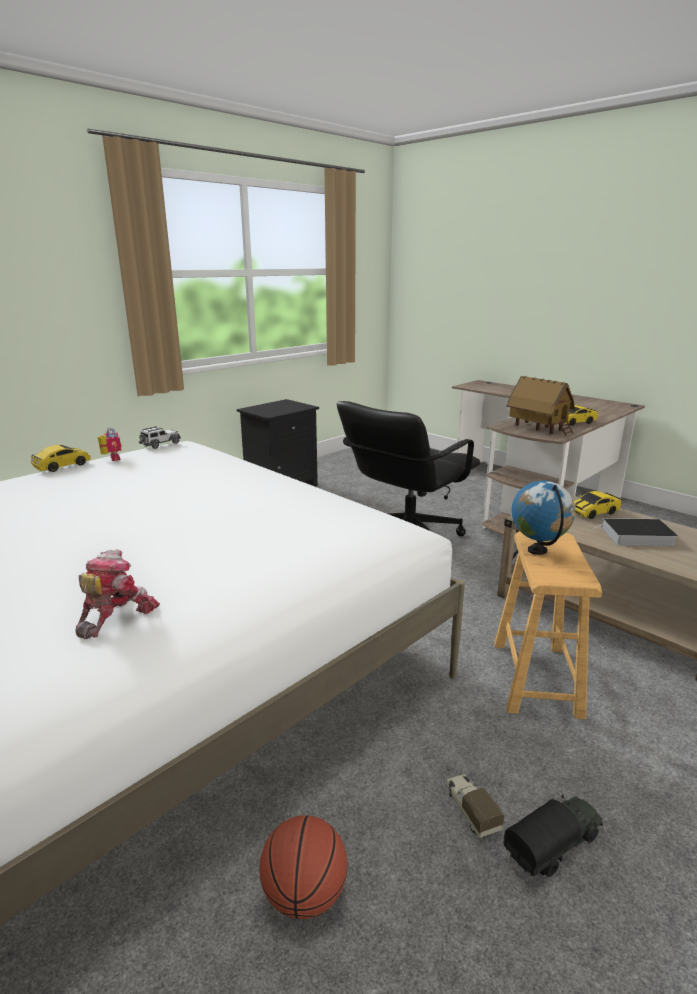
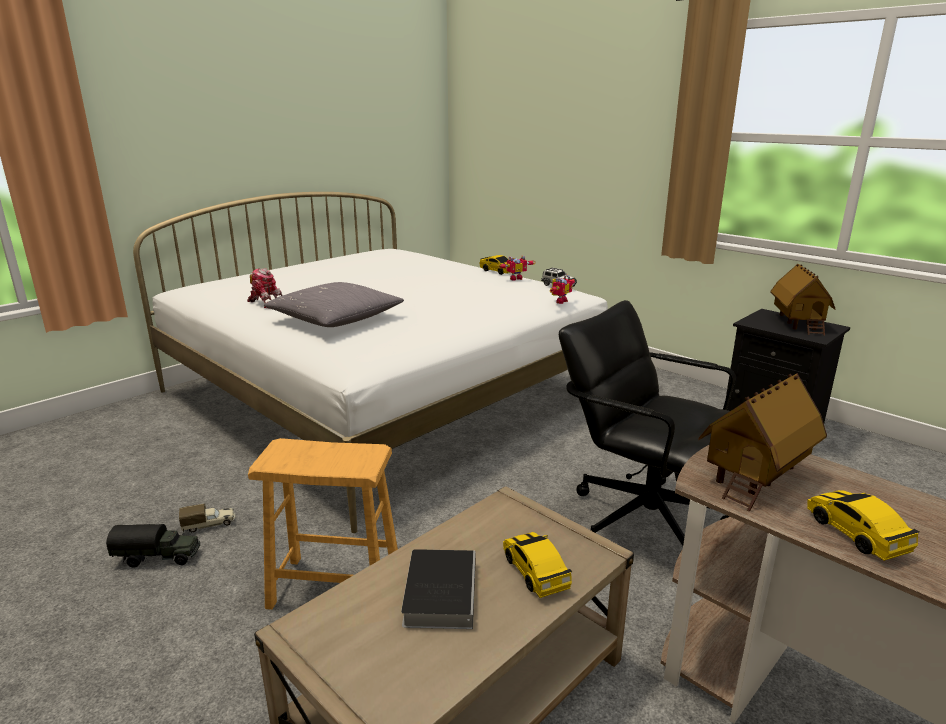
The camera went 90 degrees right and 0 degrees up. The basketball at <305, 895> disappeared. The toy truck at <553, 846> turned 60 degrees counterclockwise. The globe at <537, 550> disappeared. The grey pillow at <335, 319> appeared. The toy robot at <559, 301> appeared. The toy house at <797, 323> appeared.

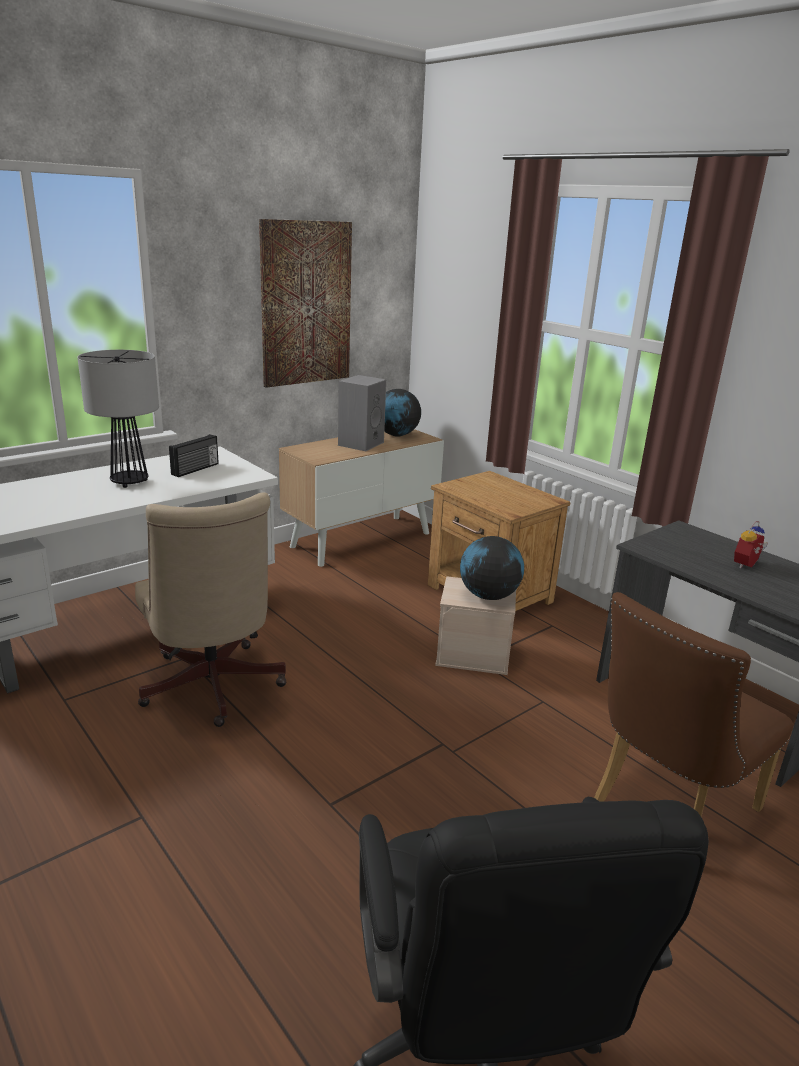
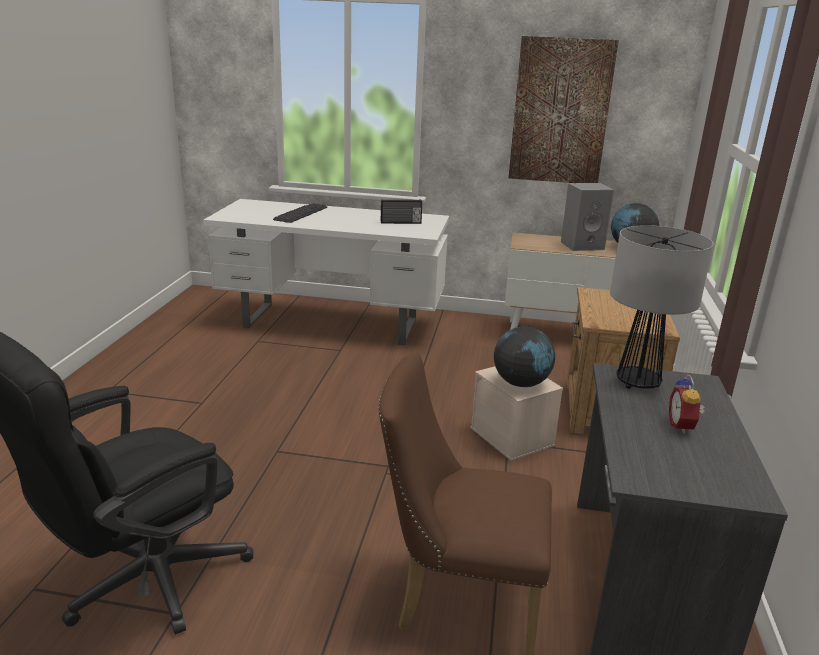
The camera went 50 degrees right and 0 degrees up. The table lamp moved from <130, 482> to <638, 383>. The beige office chair at <212, 689> disappeared. The alarm clock at <747, 566> turned 90 degrees counterclockwise. The keyboard at <301, 214> appeared.

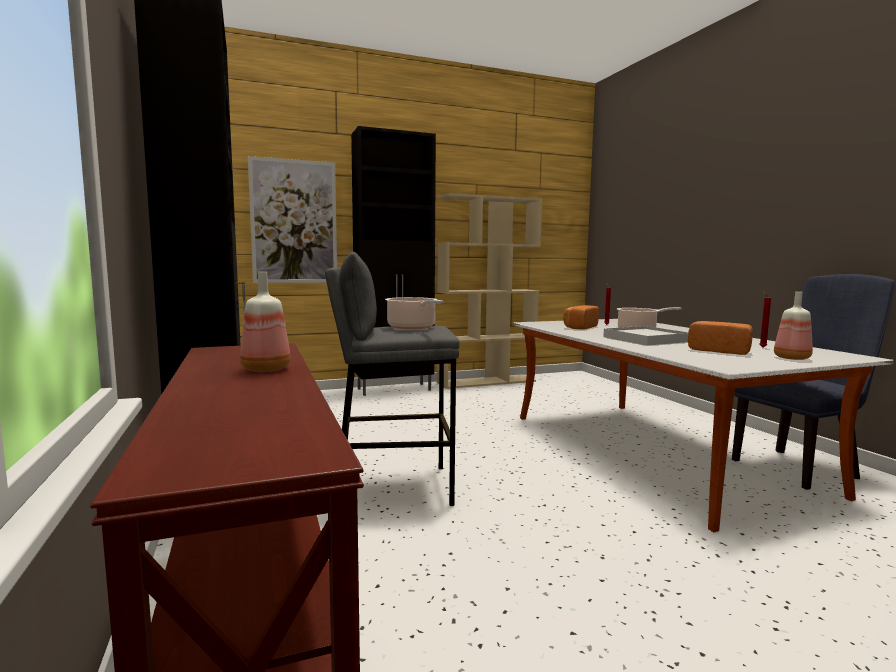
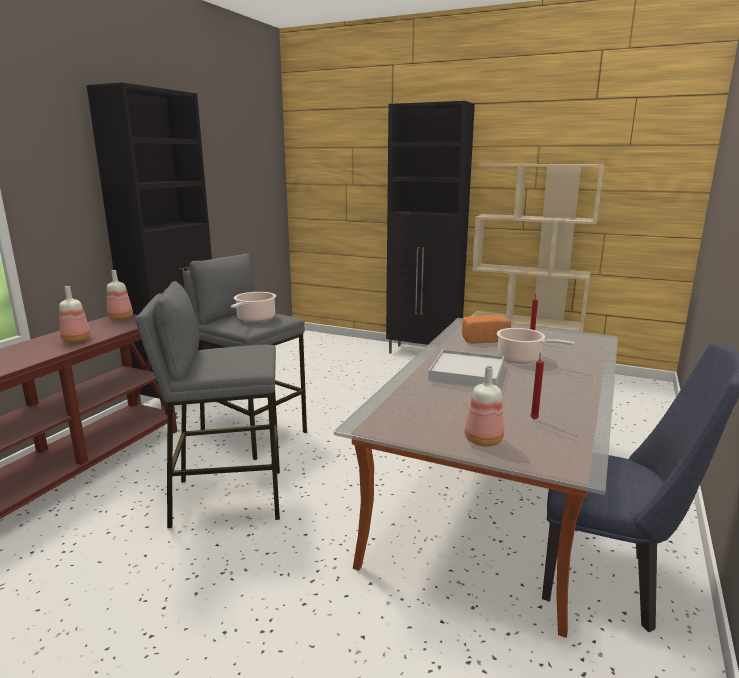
The camera went 45 degrees right and 10 degrees up. The picture at <294, 222> disappeared. The bread at <720, 351> disappeared. The bottle at <120, 317> appeared. The grey stool at <227, 497> appeared.

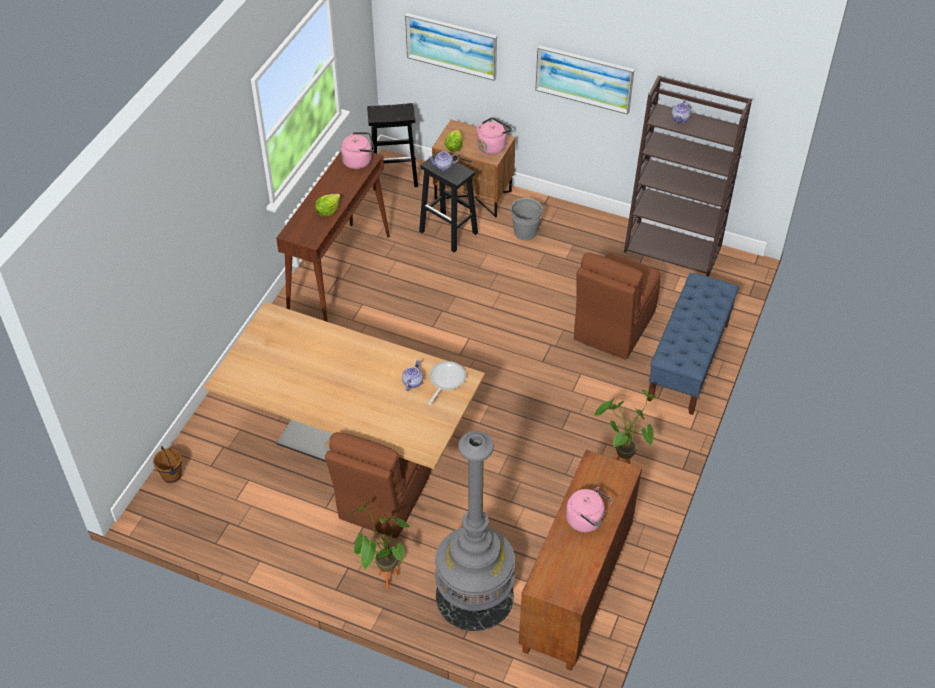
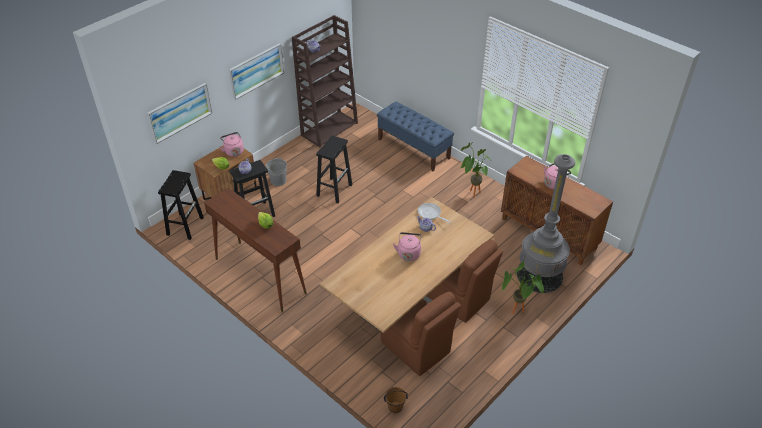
The camera went 70 degrees left and 5 degrees down. The pink kettle moved from <359, 161> to <408, 253>. The brown chair moved from <613, 327> to <416, 348>. The black stool at <334, 190> appeared.

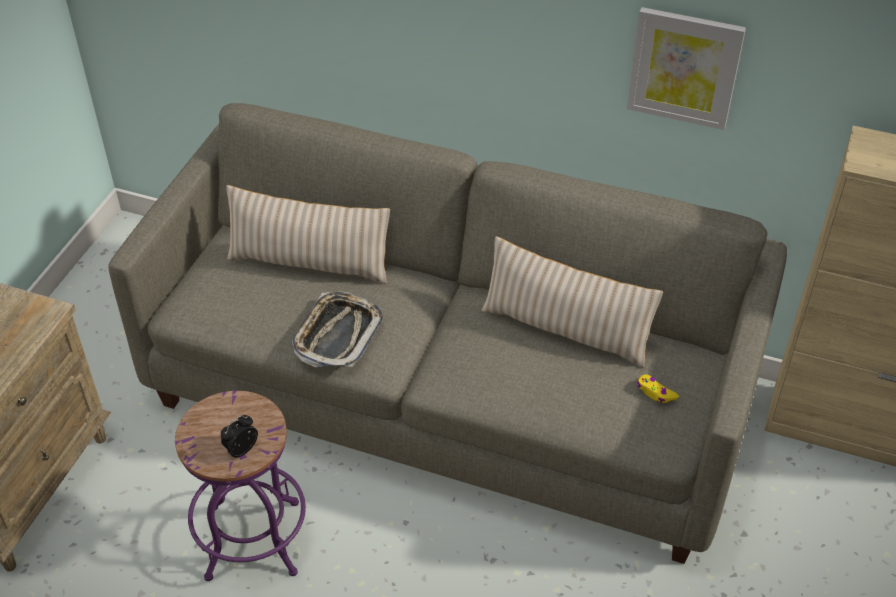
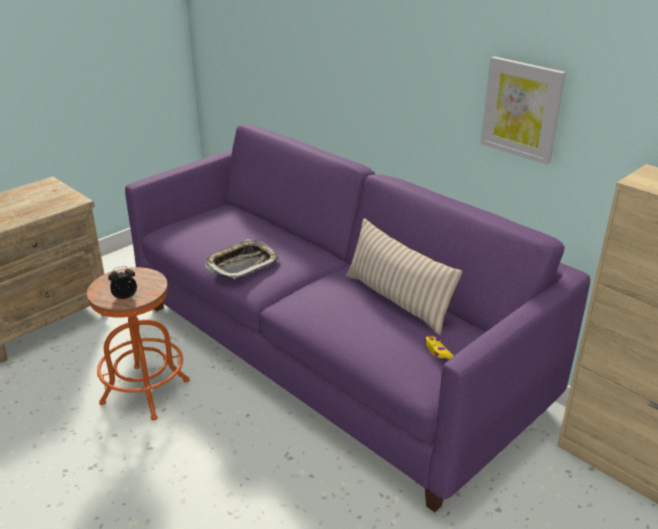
The camera went 25 degrees right and 15 degrees down. The grey sofa at <449, 396> became the purple sofa at <330, 354>. The purple stool at <253, 539> became the orange stool at <145, 392>. The beige pillow at <309, 262> disappeared.

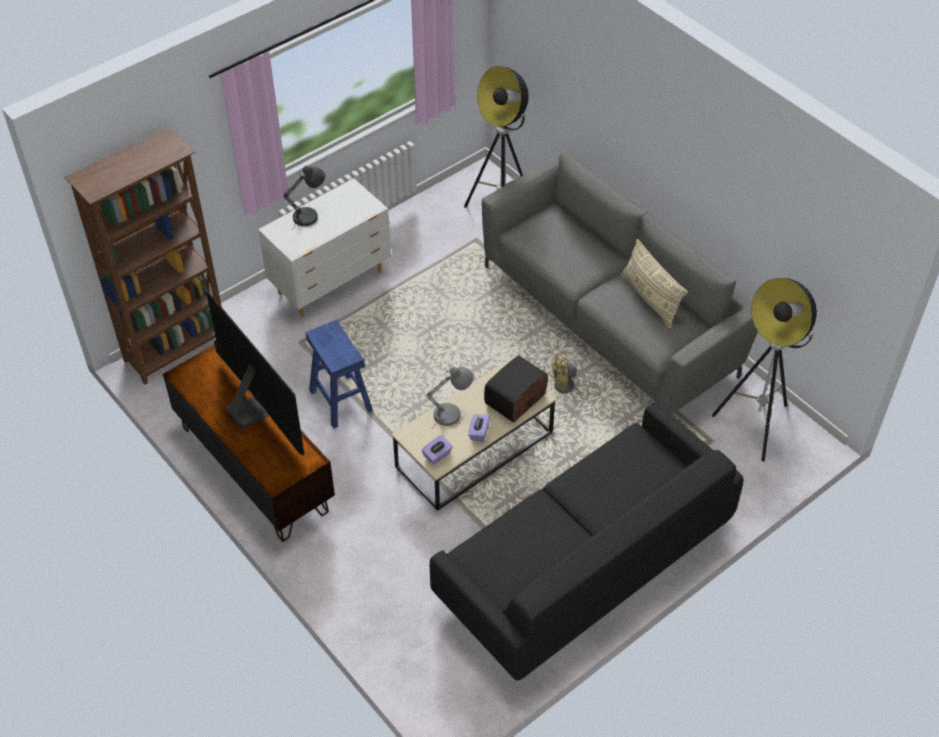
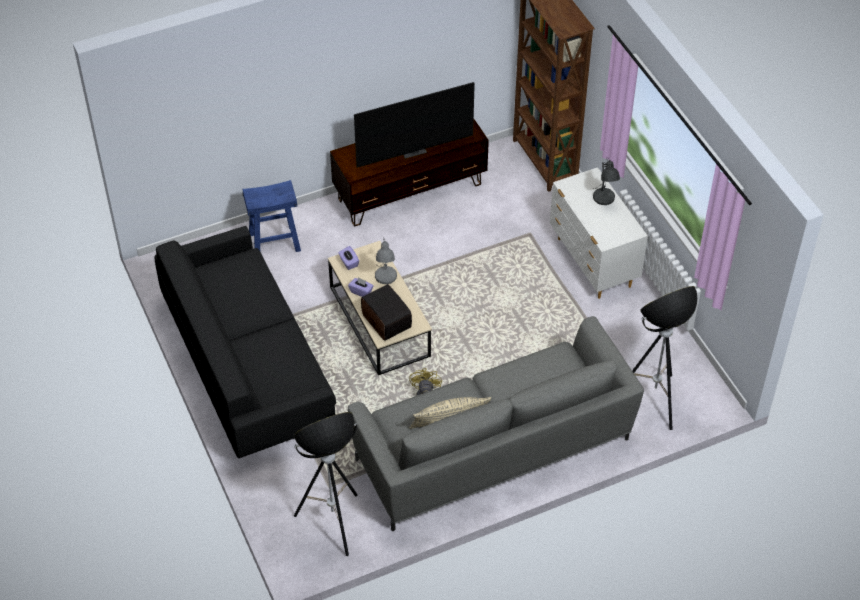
The camera went 105 degrees right and 0 degrees up. The blue stool moved from <340, 400> to <274, 242>.

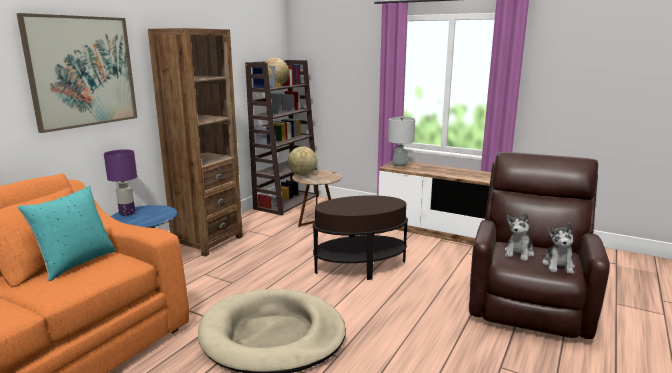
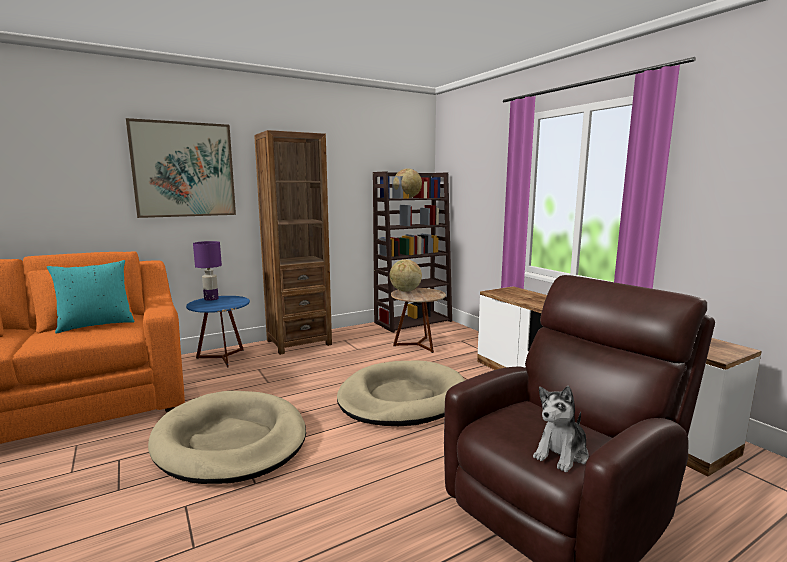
The camera went 30 degrees right and 5 degrees down. The brown side table at <360, 266> was replaced by the beige dog bed at <402, 398>. The grey table lamp at <399, 167> disappeared. The plush toy at <519, 253> disappeared.

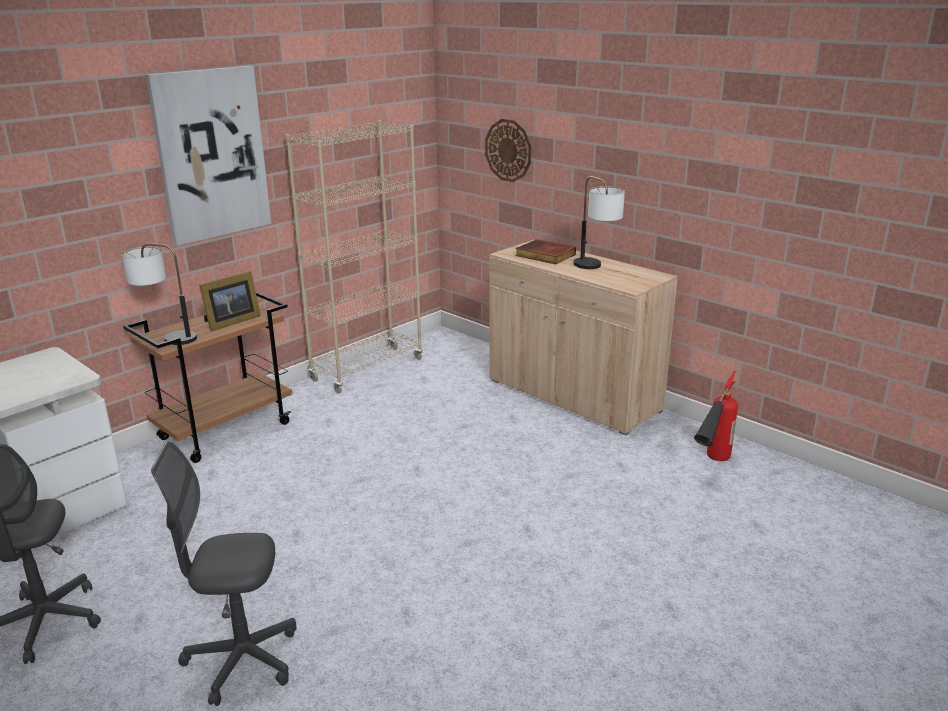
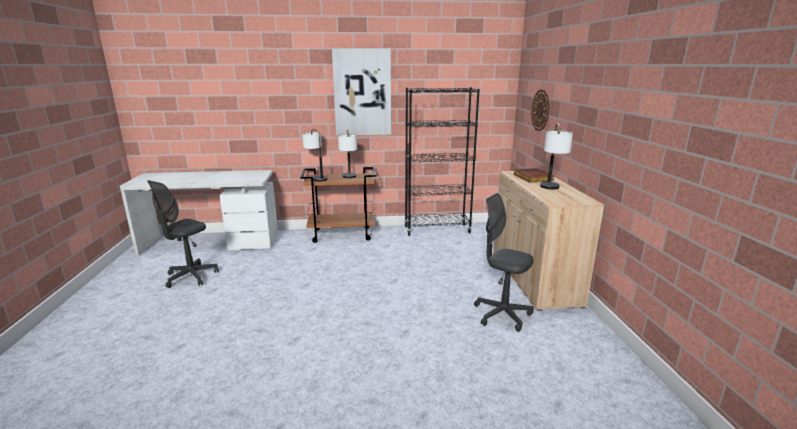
The camera went 40 degrees right and 5 degrees down. The grey office chair moved from <242, 660> to <502, 314>. The picture frame at <230, 322> was replaced by the table lamp at <349, 178>. The beige bookcase at <367, 369> became the black bookcase at <437, 230>. The fire extinguisher at <711, 465> disappeared.

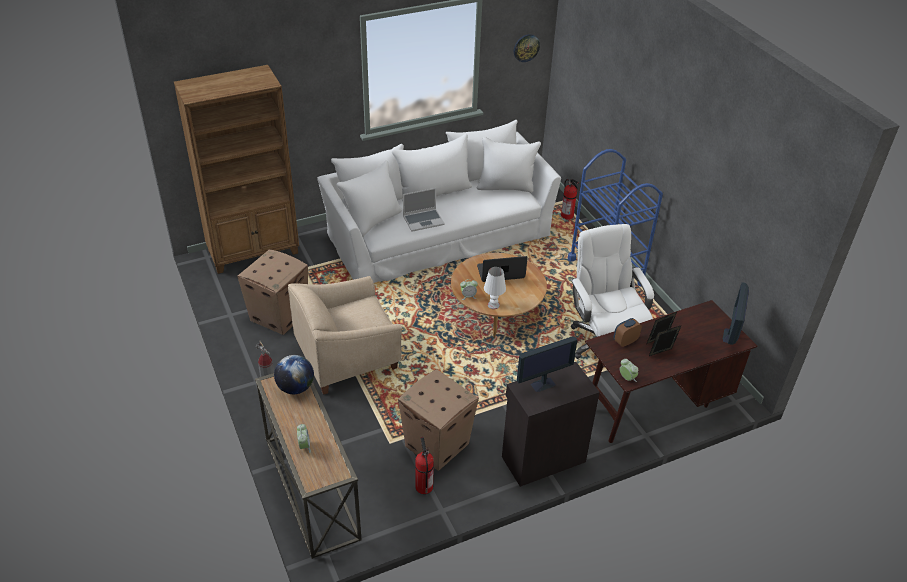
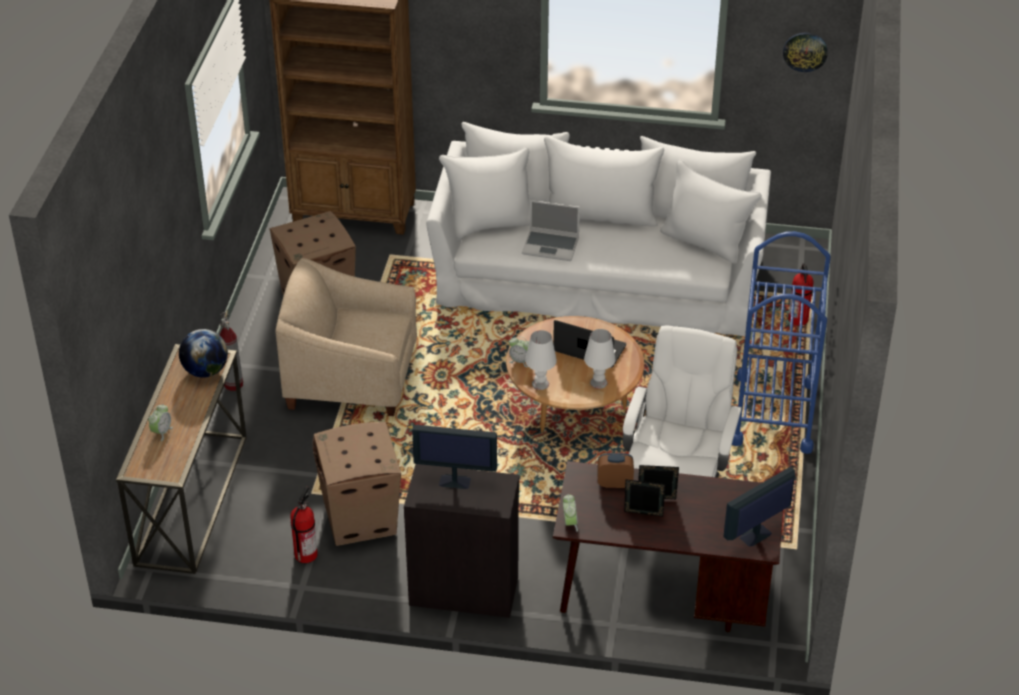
The camera went 35 degrees right and 0 degrees up. The white table lamp at <598, 382> appeared.

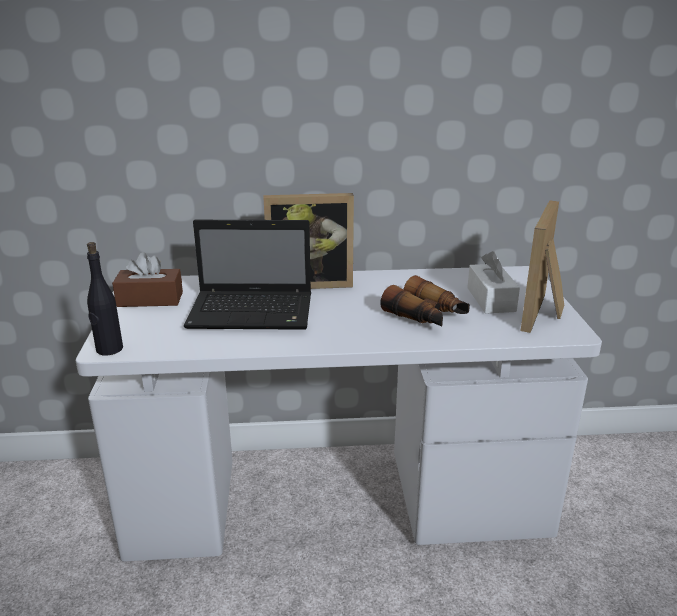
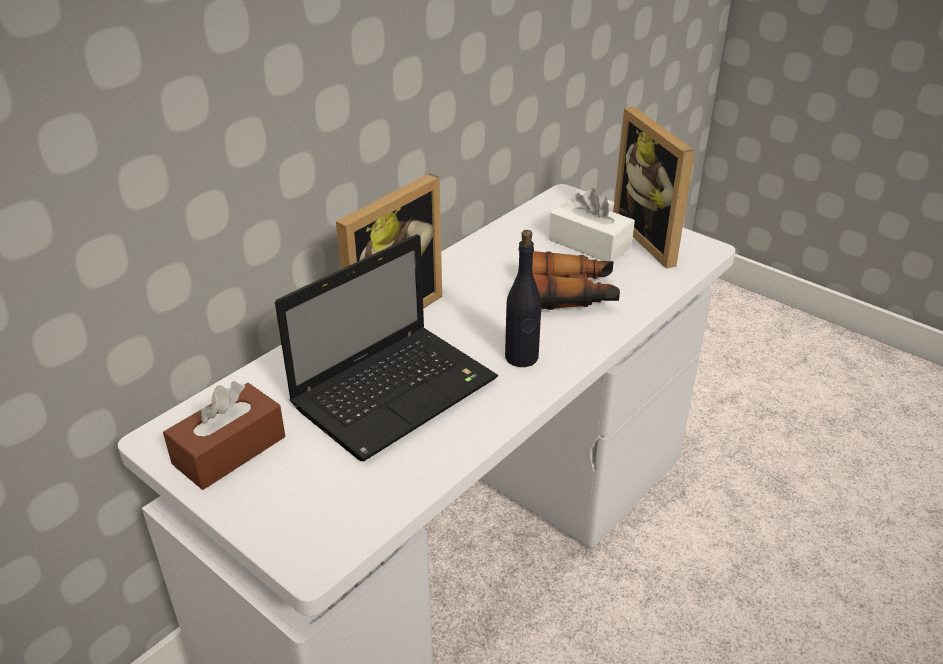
The camera went 45 degrees left and 10 degrees up. The black bottle moved from <109, 349> to <521, 358>.

